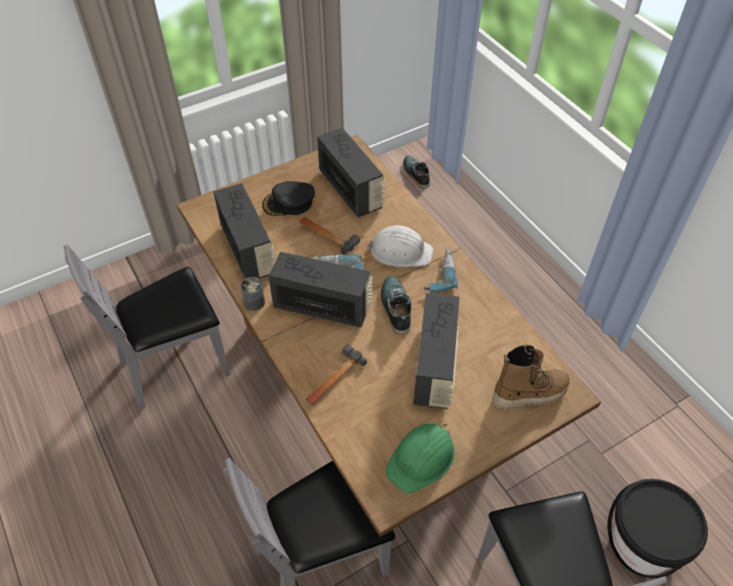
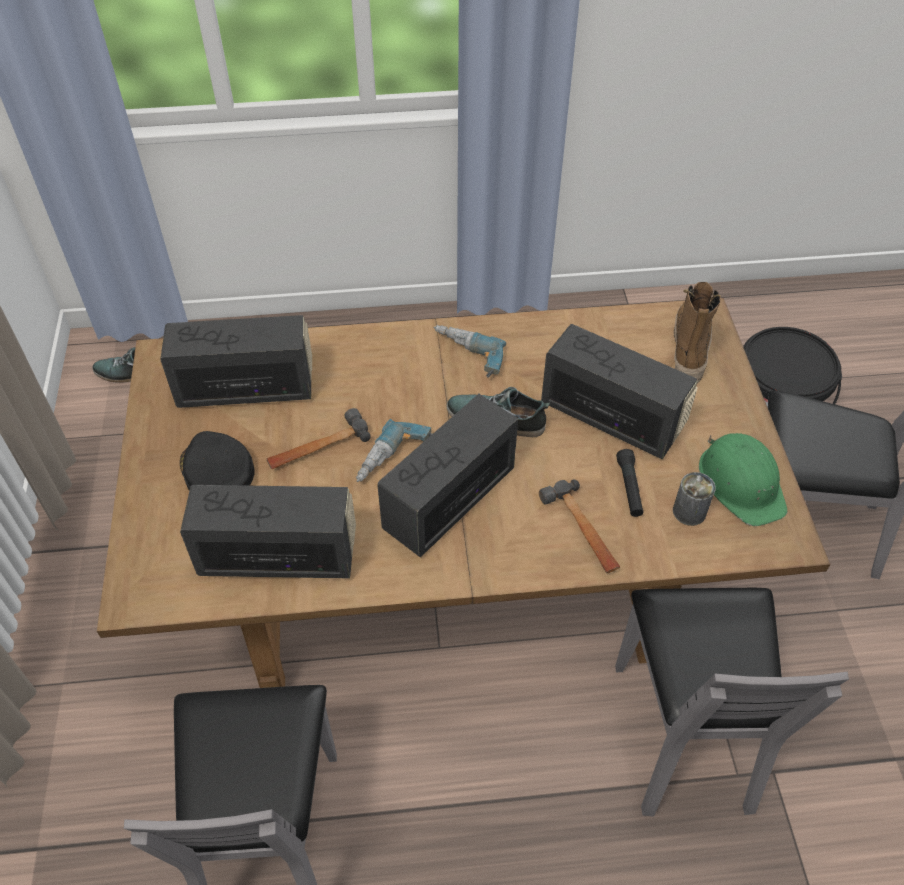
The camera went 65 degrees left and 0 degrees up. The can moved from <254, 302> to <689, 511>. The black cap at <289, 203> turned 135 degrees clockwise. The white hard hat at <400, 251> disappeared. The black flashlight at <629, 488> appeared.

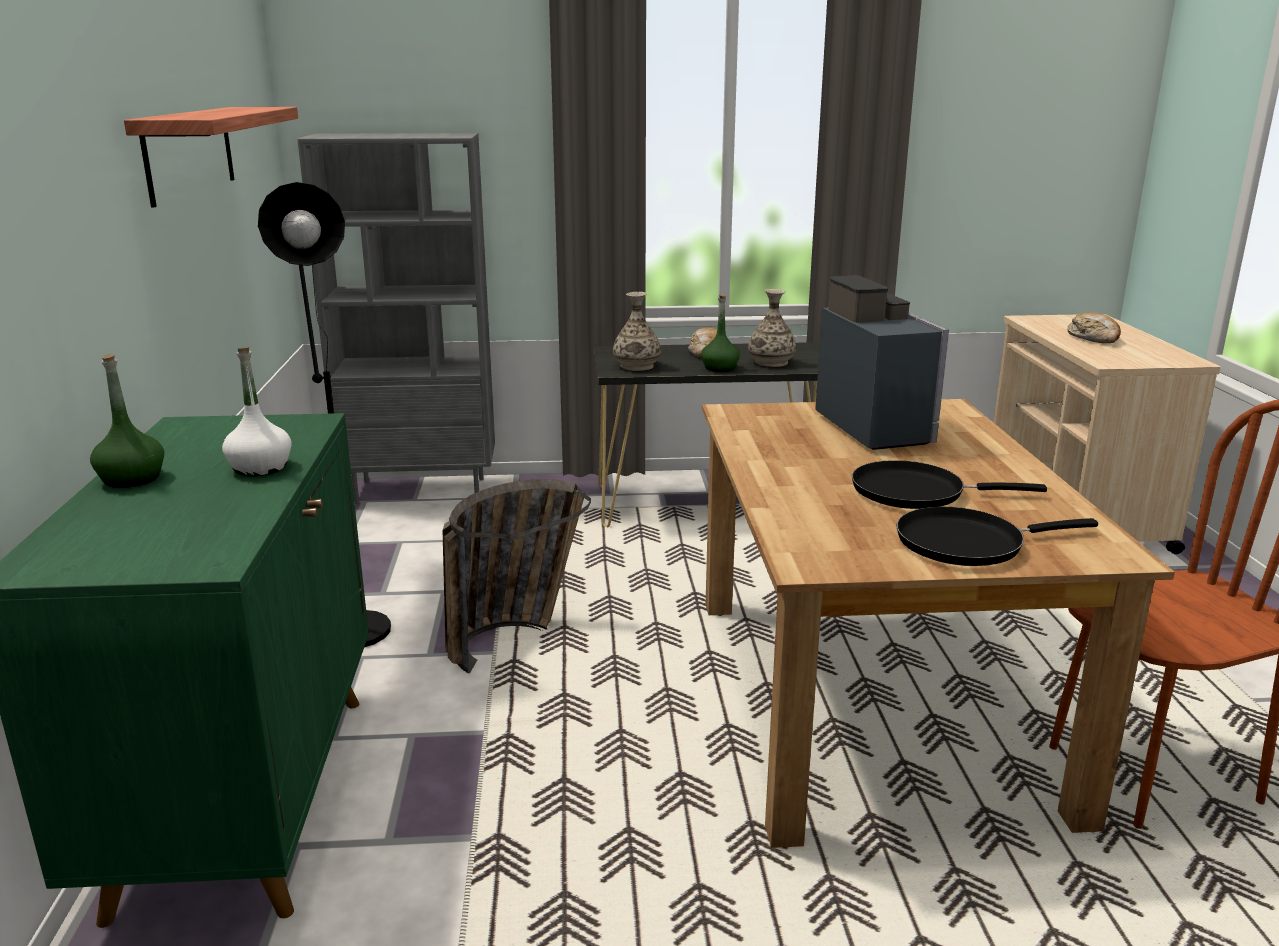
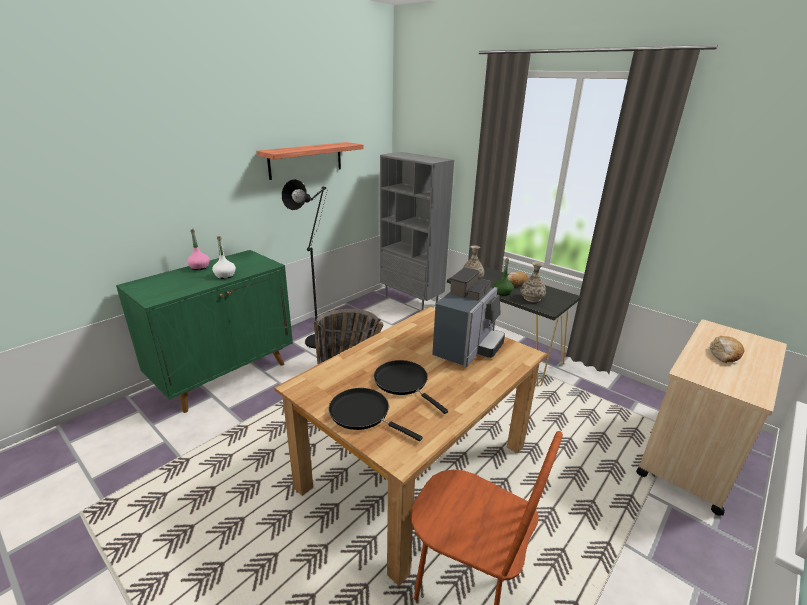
The camera went 45 degrees right and 5 degrees up. The green bottle at <132, 479> became the pink bottle at <199, 267>.

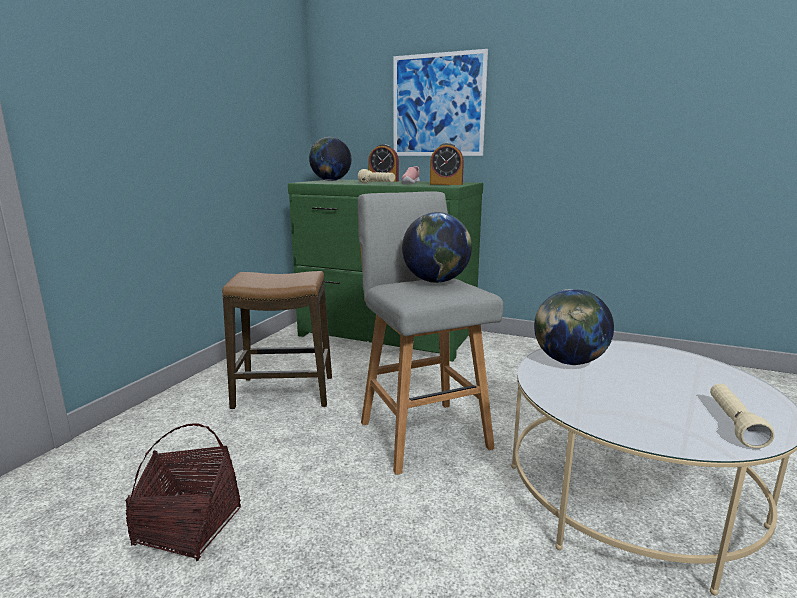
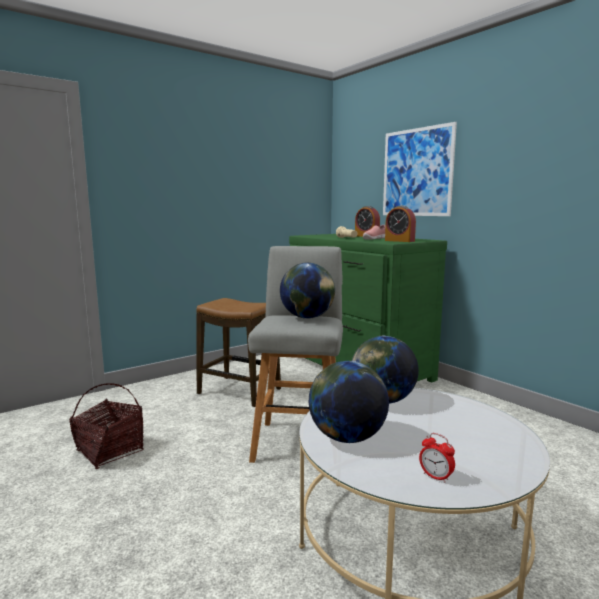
The camera went 30 degrees right and 5 degrees down. The globe moved from <331, 181> to <347, 438>. The beige flashlight at <733, 424> was replaced by the alarm clock at <436, 477>.

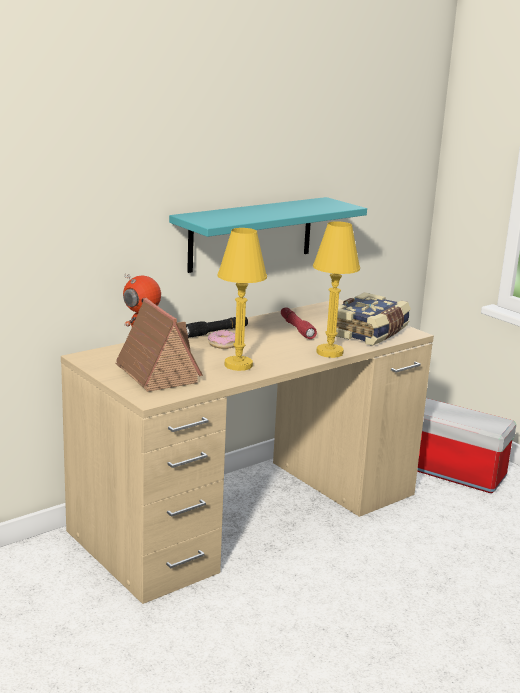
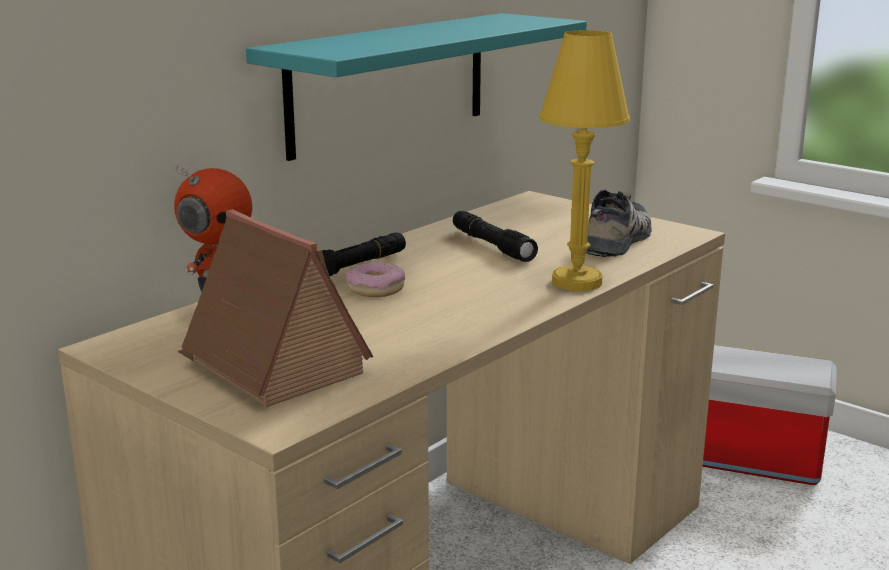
The camera went 10 degrees left and 0 degrees up. The yellow table lamp at <238, 365> disappeared. The red flashlight at <297, 328> became the black flashlight at <492, 245>. The book at <369, 332> was replaced by the shoe at <619, 239>.

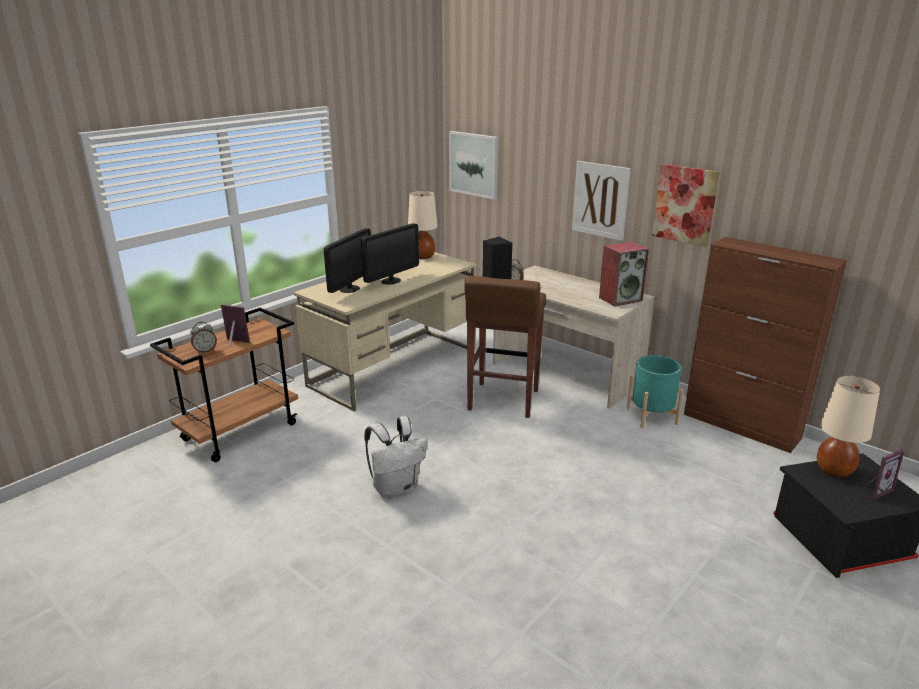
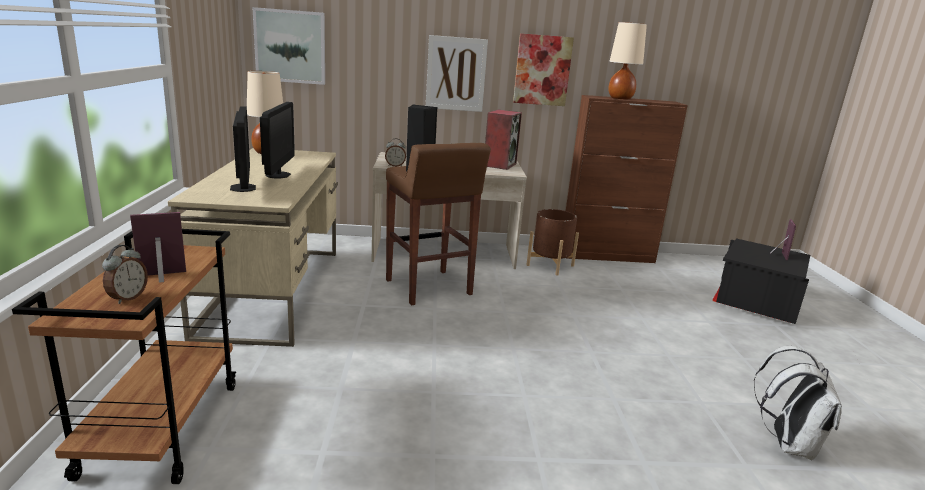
The camera went 45 degrees left and 5 degrees down. The white backpack moved from <396, 488> to <787, 443>. The turquoise planter at <651, 416> became the brown planter at <550, 265>. The beige table lamp moved from <834, 471> to <620, 99>.

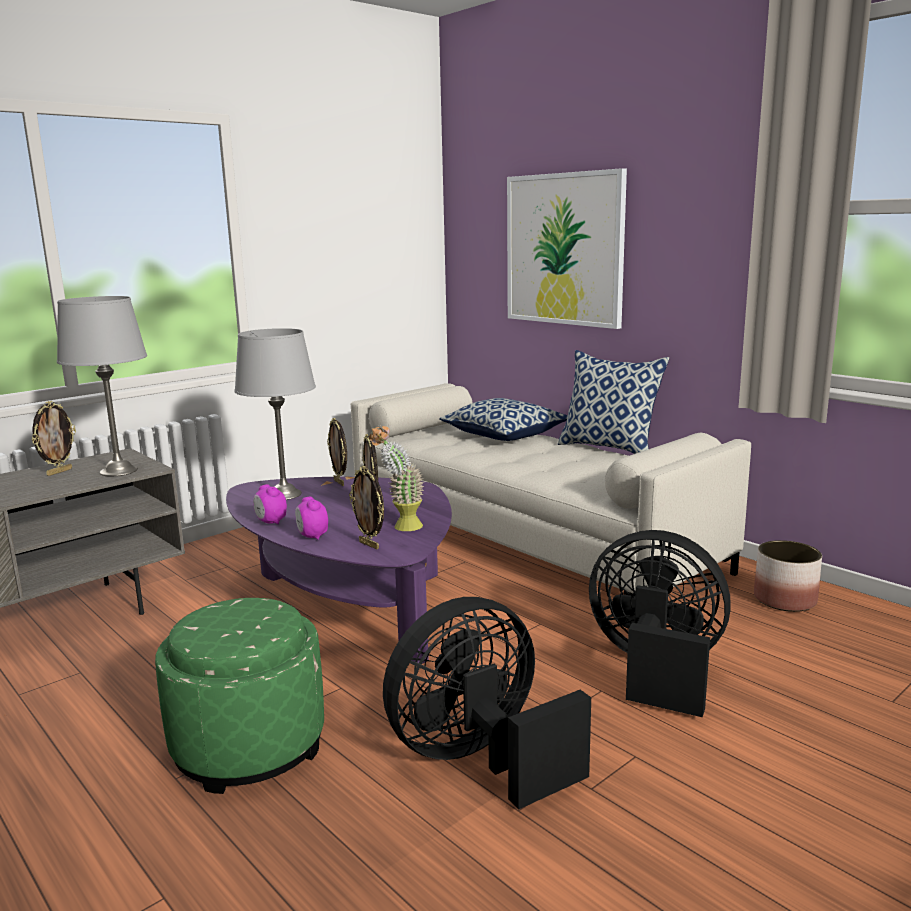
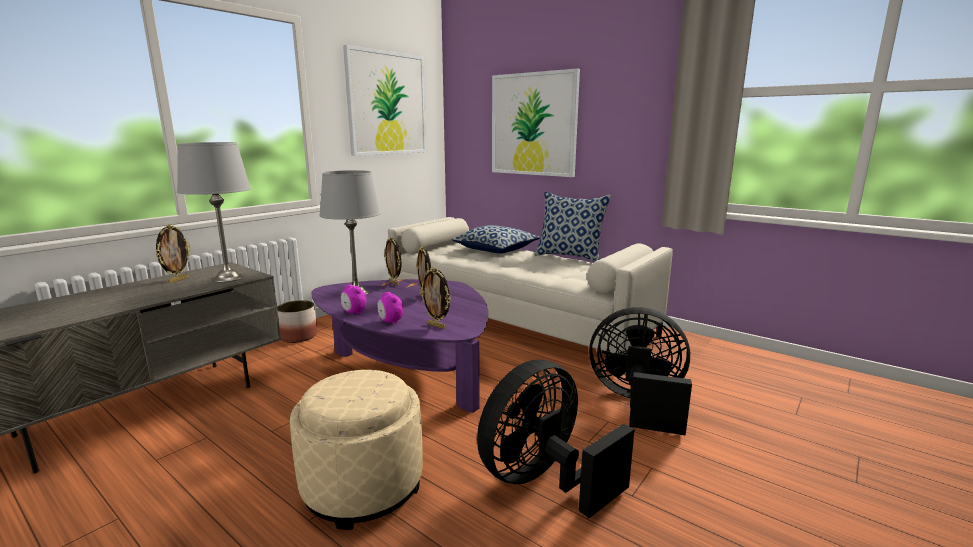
The camera went 10 degrees left and 0 degrees up. The green ottoman at <249, 745> became the beige ottoman at <362, 486>. The potted plant at <400, 527> disappeared. The planter moved from <785, 600> to <299, 336>. The picture at <387, 104> appeared.

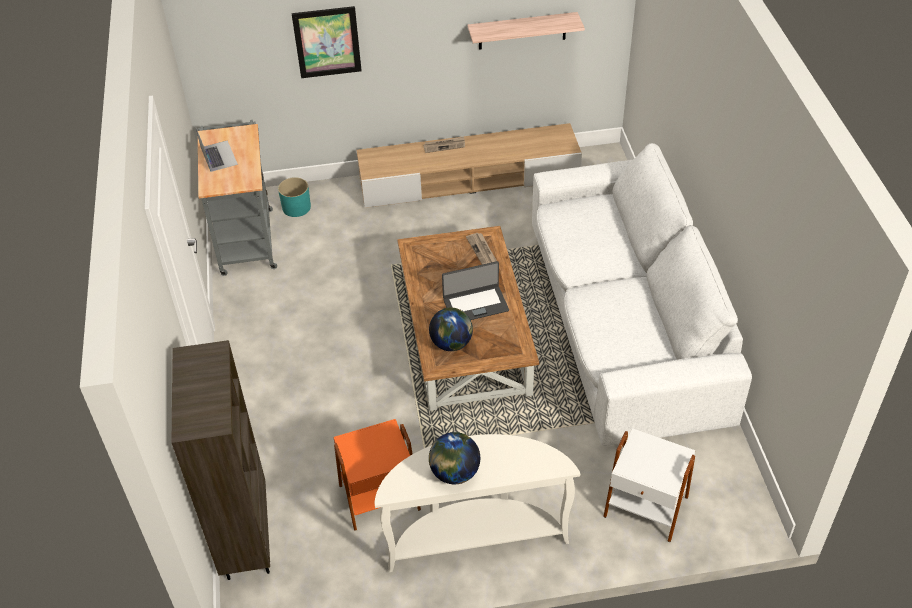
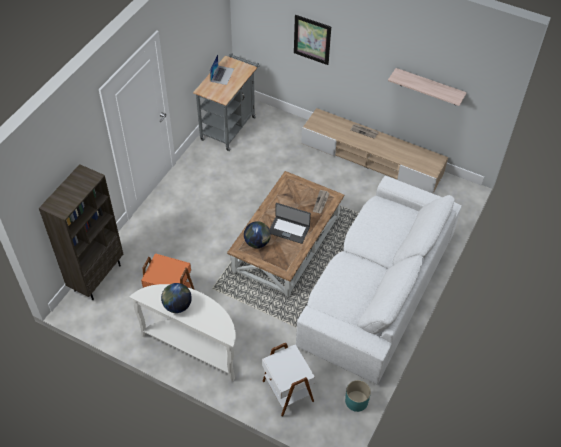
The camera went 35 degrees right and 5 degrees up. The turquoise planter moved from <296, 207> to <356, 401>.

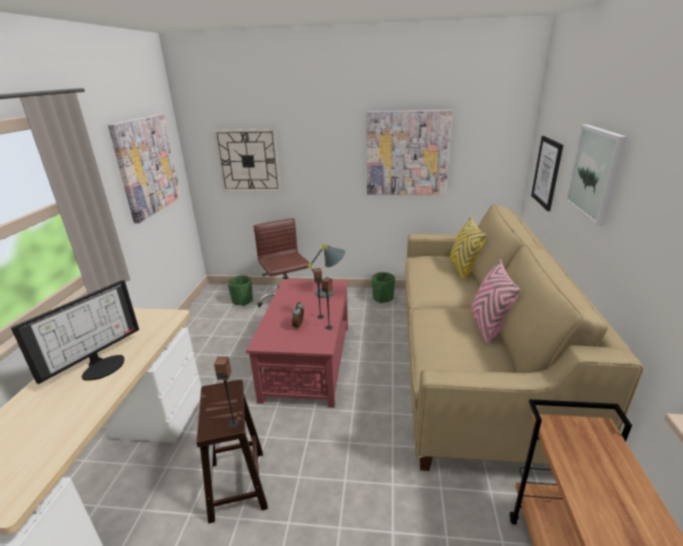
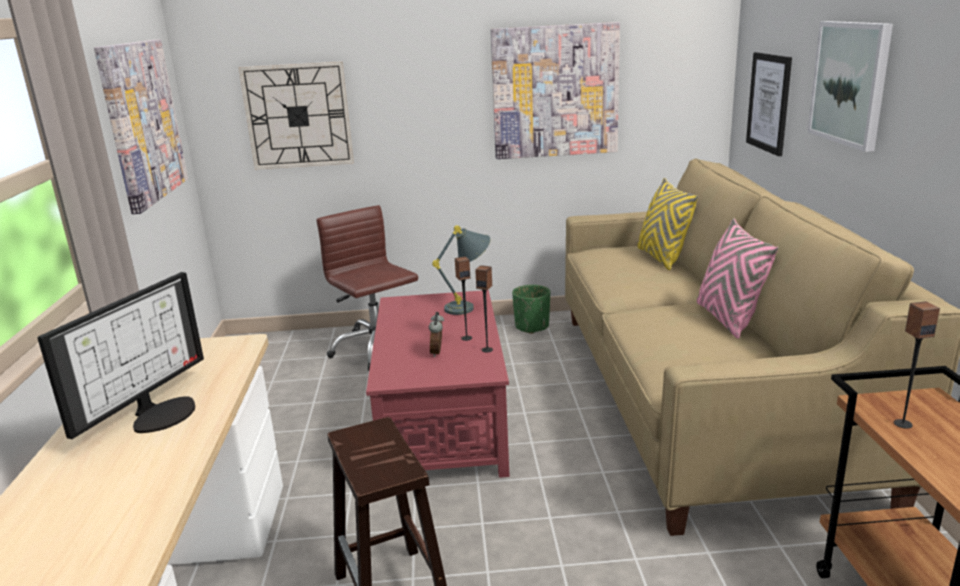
The camera went 10 degrees left and 5 degrees down. The speaker moved from <234, 423> to <902, 423>. The green planter at <242, 301> disappeared.

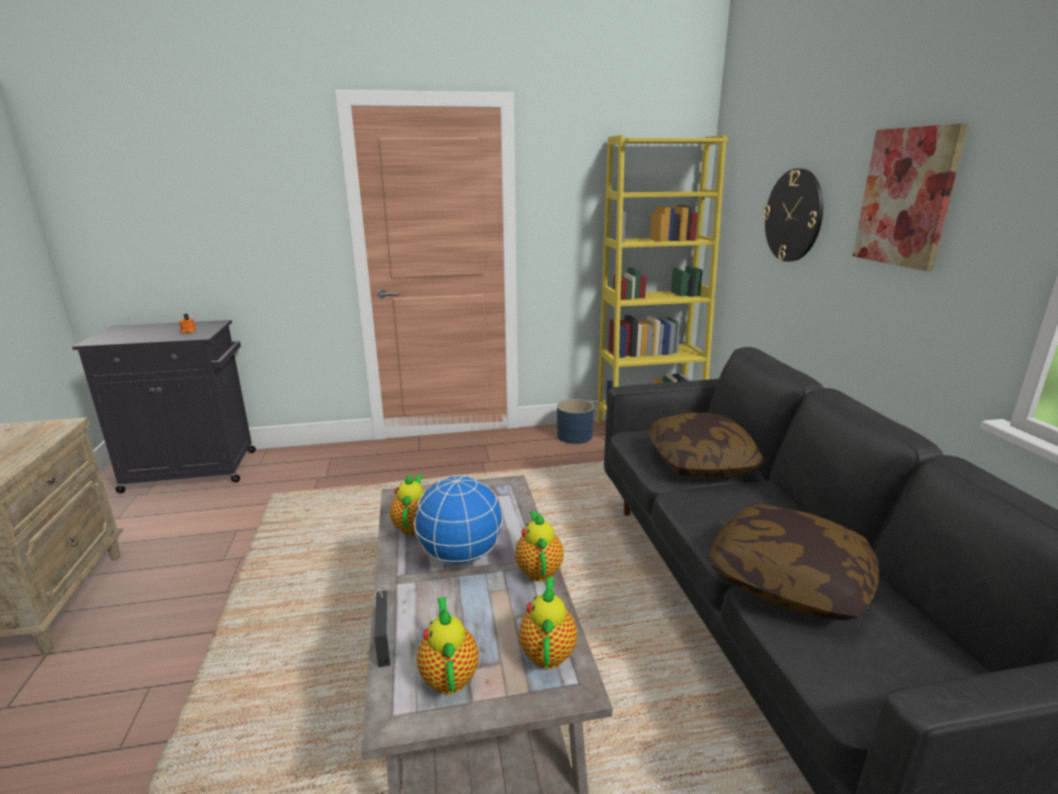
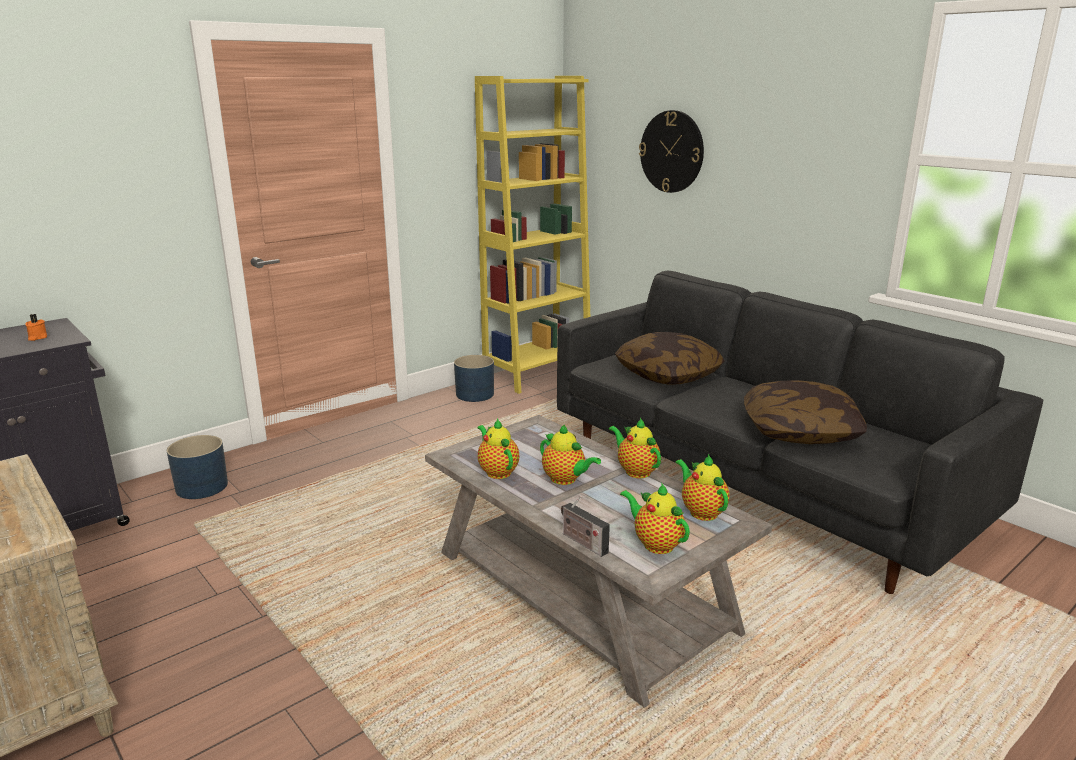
The camera went 30 degrees left and 0 degrees up. The globe at <460, 556> was replaced by the teapot at <565, 480>. The picture at <906, 197> disappeared. The blue planter at <201, 487> appeared.

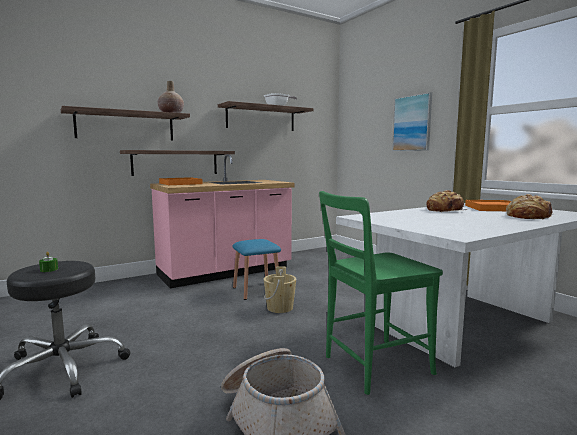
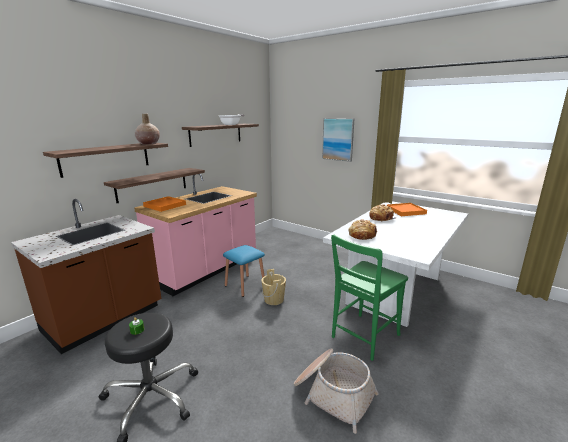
The camera went 20 degrees left and 10 degrees up. The bread moved from <528, 216> to <362, 235>. The brown counter at <104, 319> appeared.

